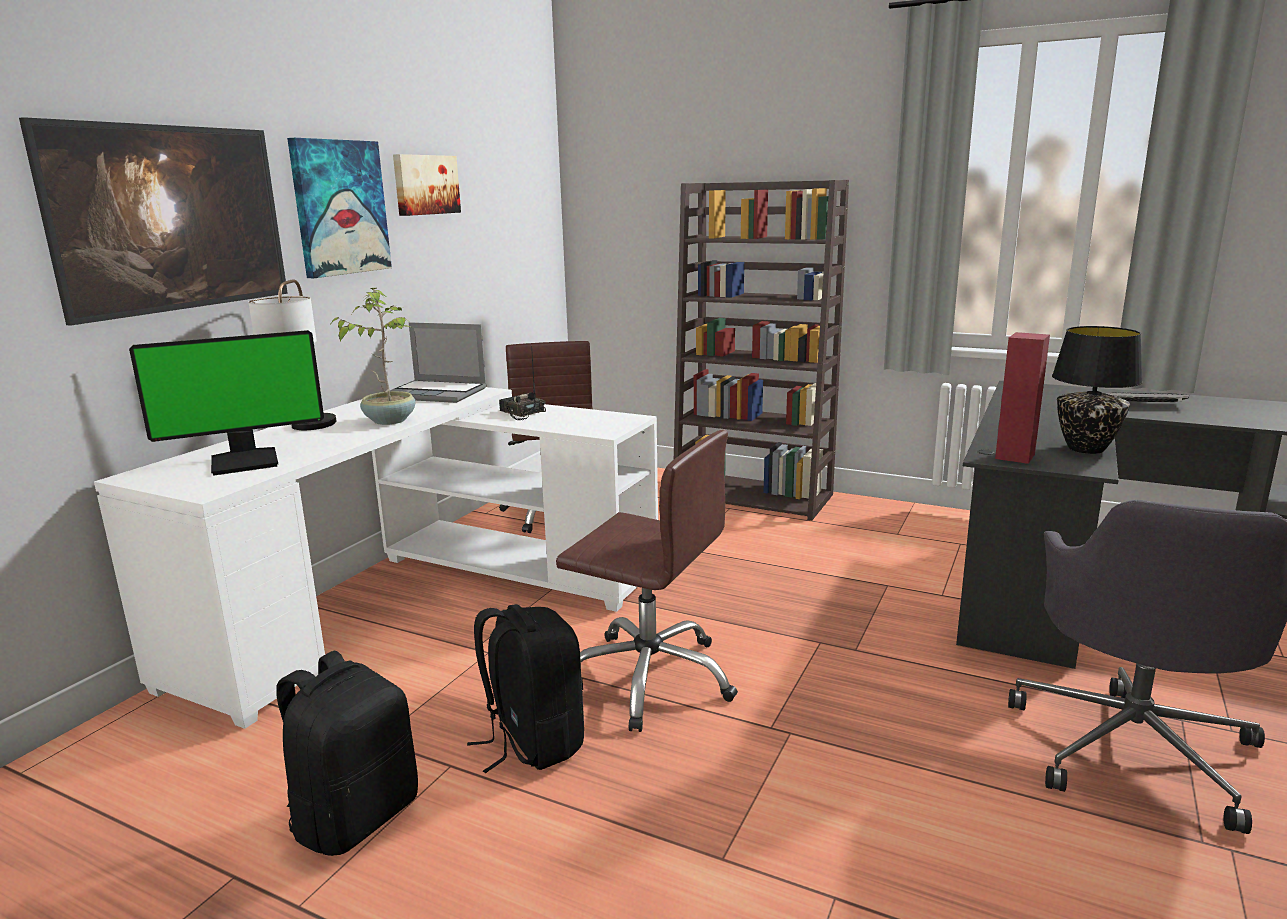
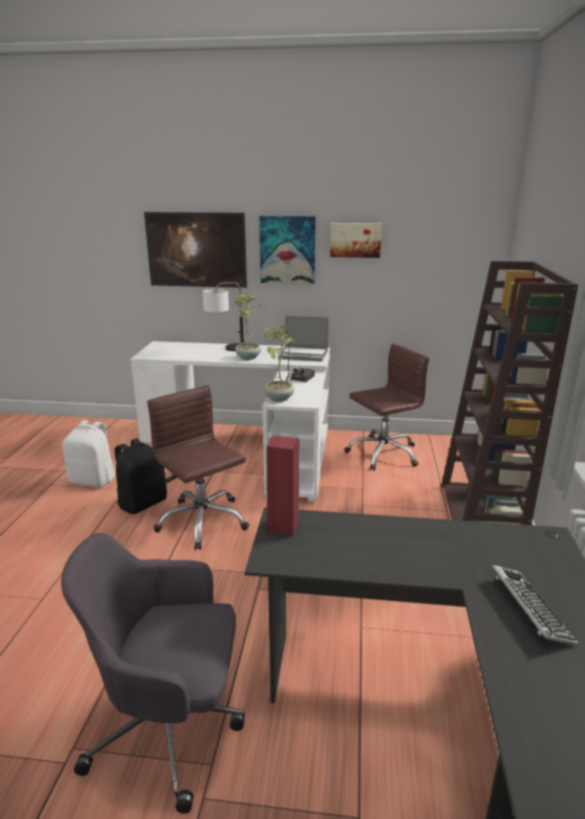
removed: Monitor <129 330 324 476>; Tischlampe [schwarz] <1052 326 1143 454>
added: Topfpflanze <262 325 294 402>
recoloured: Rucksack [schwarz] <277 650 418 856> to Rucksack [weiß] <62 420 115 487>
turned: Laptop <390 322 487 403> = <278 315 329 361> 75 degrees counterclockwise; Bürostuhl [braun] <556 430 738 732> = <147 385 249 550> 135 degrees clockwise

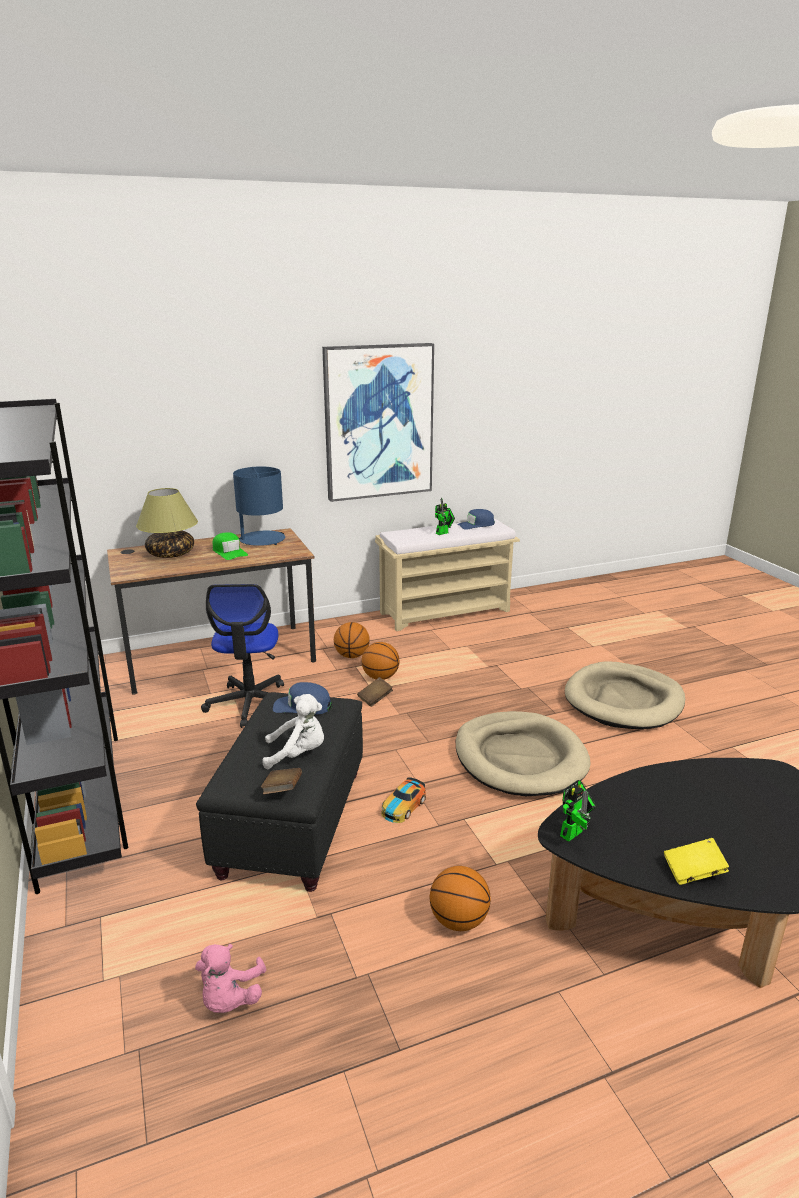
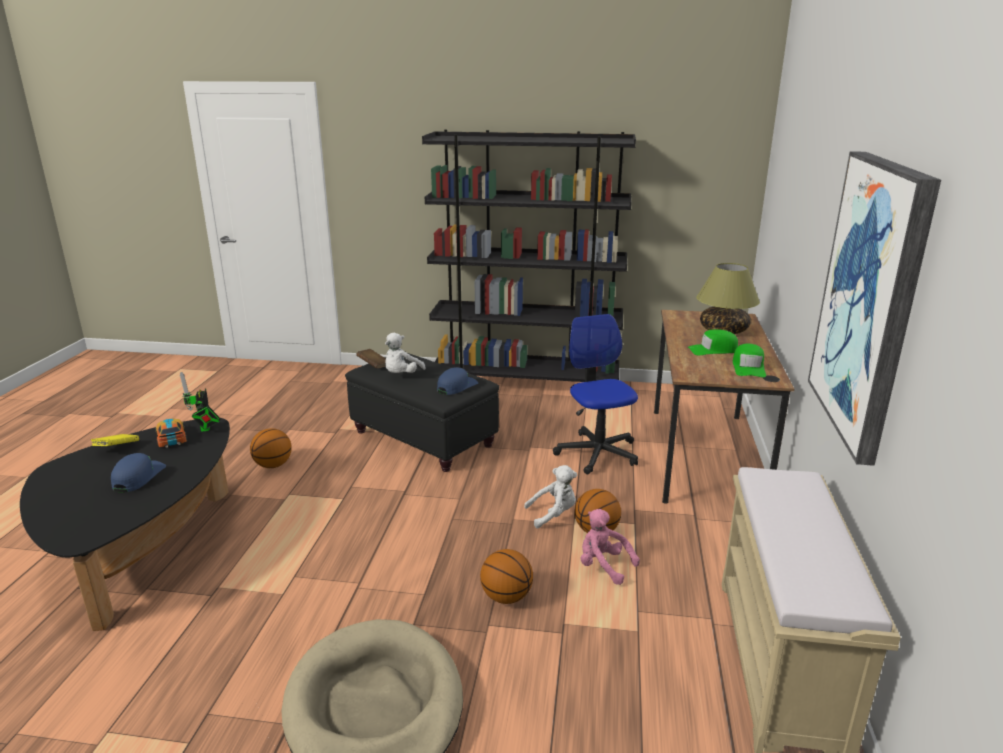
removed: Spielzeugroboter <435 498 455 535>; Hundebett [beige] <455 711 591 796>
moved: Plüschtier [rosa] <195 944 266 1013> to <581 509 640 585>; Basketball <334 622 370 658> to <480 549 533 604>; Spielzeugauto <381 777 426 823> to <155 419 187 448>; Kappe [blau] <457 509 495 530> to <111 453 166 492>
replaced: Tischlampe [blau] <233 466 285 546> to Kappe [grün] <733 344 766 377>; Buch [braun] <357 677 393 707> to Plüschtier [weiß] <524 465 577 528>
turned: Bürostuhl <201 584 284 728> = <553 314 638 474> 45 degrees clockwise

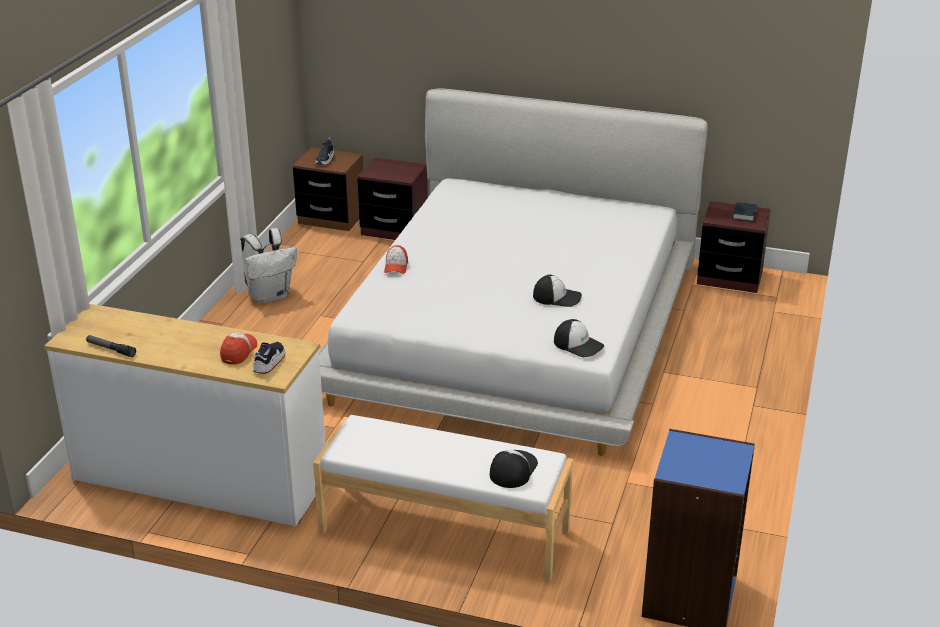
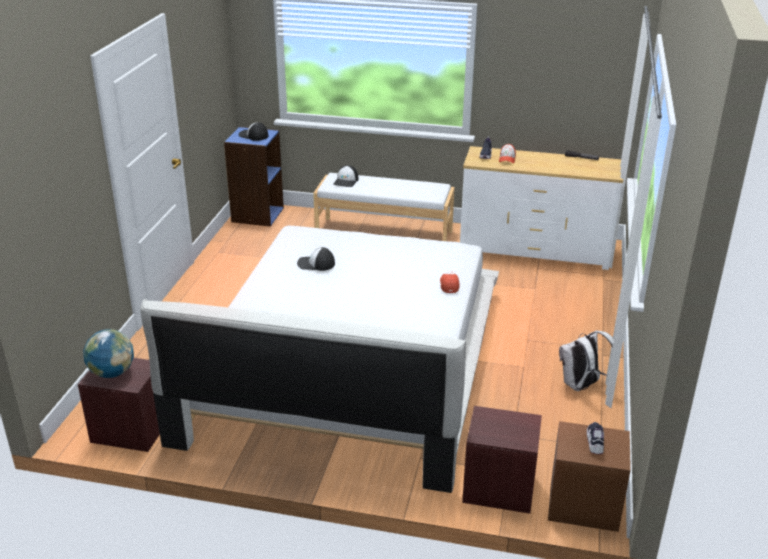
moved: Kappe <554 319 604 357> to <239 122 269 141>
replaced: Buch <732 202 757 222> to Globus <83 329 134 378>

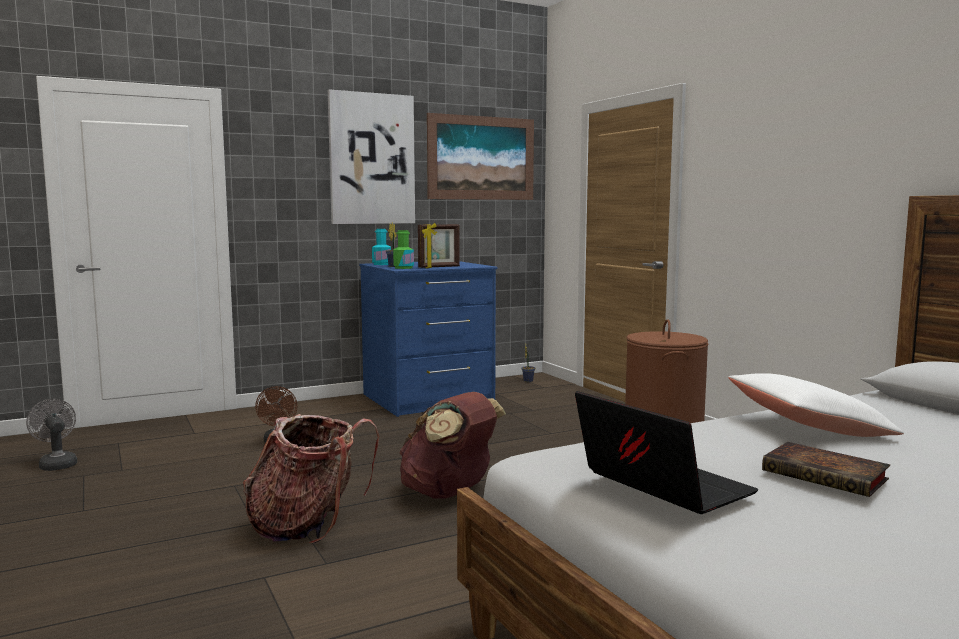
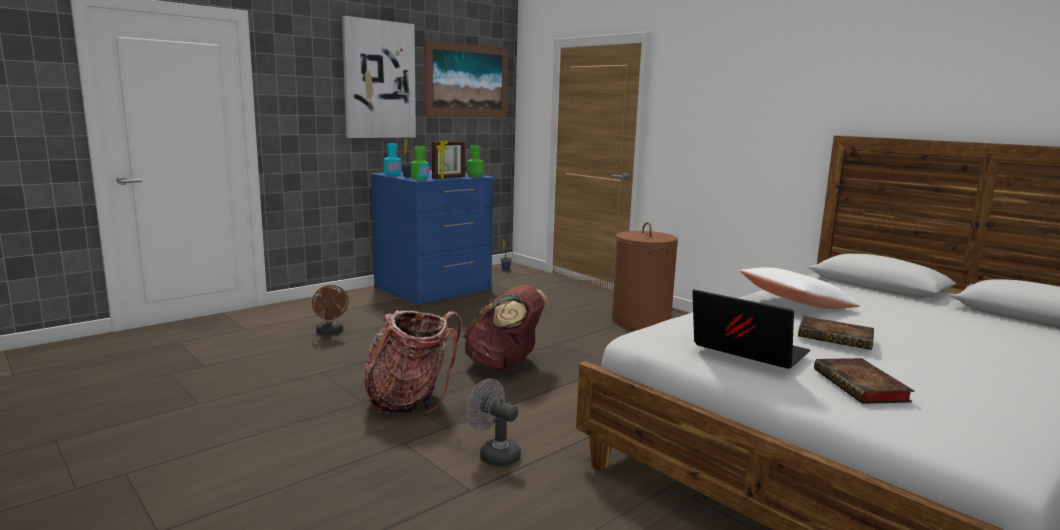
added: Flasche [grün] <467 145 484 177>; Buch <814 358 914 404>
moved: Ventilator [grau] <26 399 77 471> to <466 378 521 467>

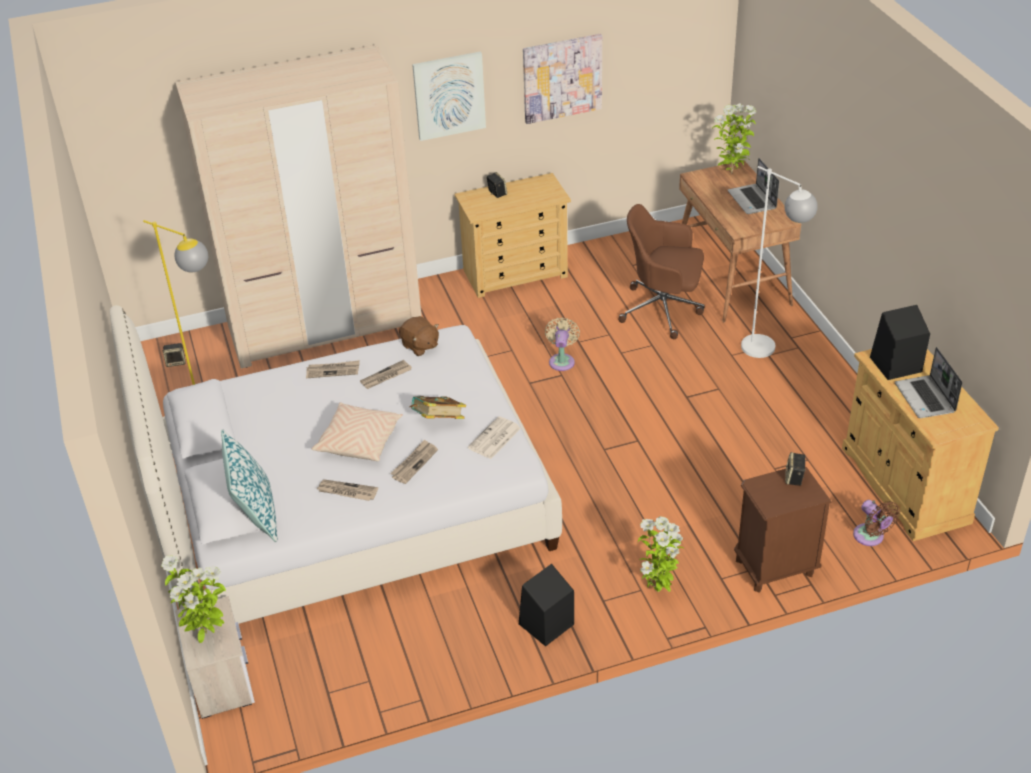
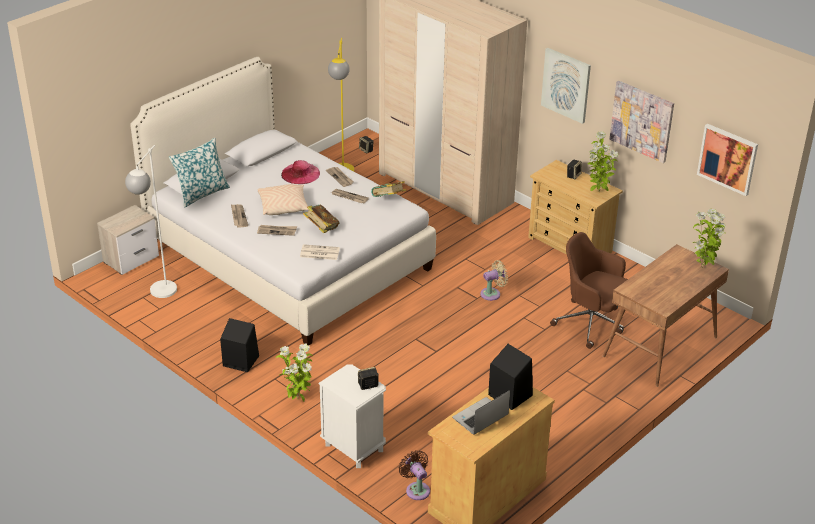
removed: Laptop <728 158 779 214>
added: Hut [rosa] <281 160 320 184>; Bild <697 124 758 196>
moved: Topfpflanze <161 555 226 643> to <588 131 619 192>; Stehlampe [weiß] <741 166 818 358> to <125 145 177 298>
replaced: Plüschtier [braun] <399 316 439 356> to Buch <371 181 406 197>
recoloured: Nachttisch [braun] <734 467 832 593> to Nachttisch [weiß] <318 365 386 468>
turned: Bürostuhl [braun] <618 204 704 339> = <550 232 628 349> 45 degrees counterclockwise; Ventilator [braun] <853 500 900 546> = <398 450 430 500> 120 degrees clockwise

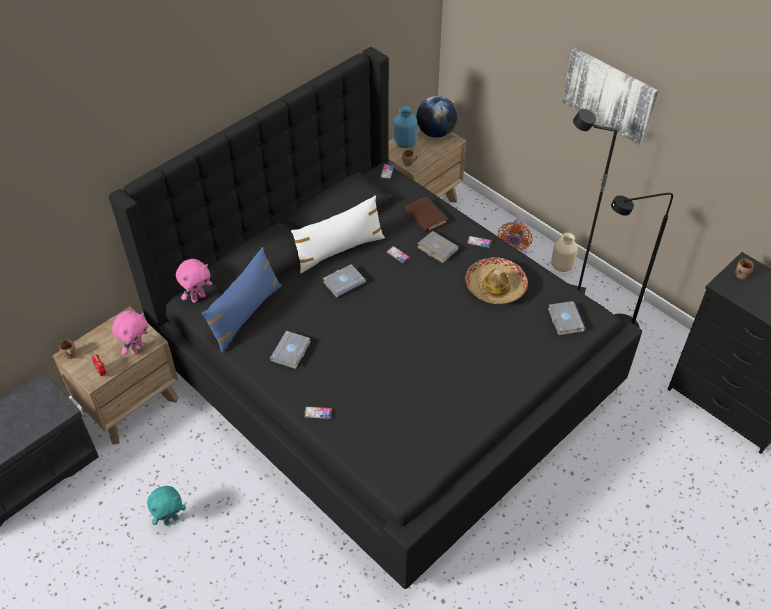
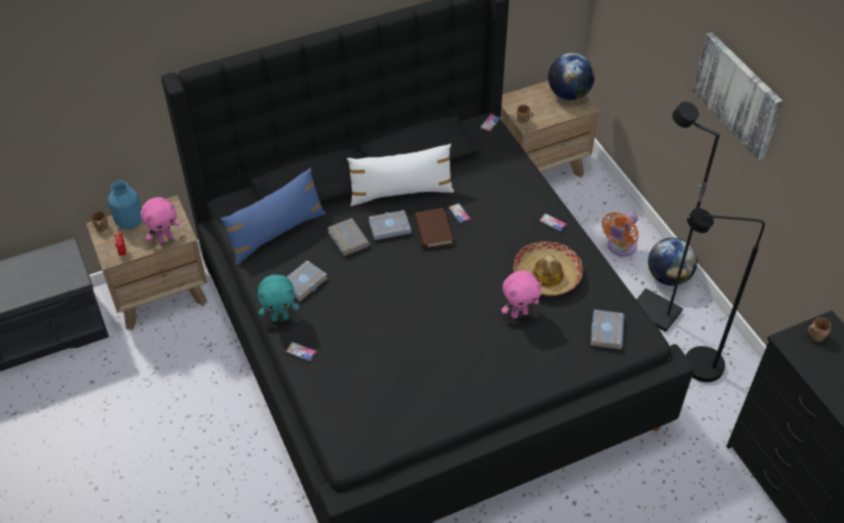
moved: Plüschtier [türkis] <147 486 186 526> to <258 274 299 322>; Plüschtier [rosa] <176 259 212 303> to <501 271 542 319>; Vase [blau] <394 106 417 148> to <108 180 142 230>; Buch [braun] <405 197 448 233> to <415 208 454 249>; Buch [grau] <417 231 459 263> to <327 218 370 256>
replaced: Vase [beige] <551 233 578 272> to Globus <648 238 697 286>

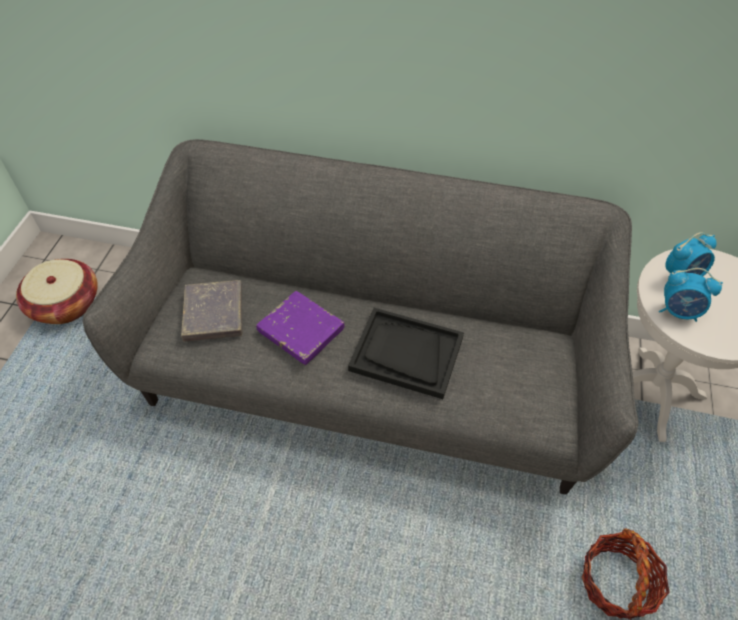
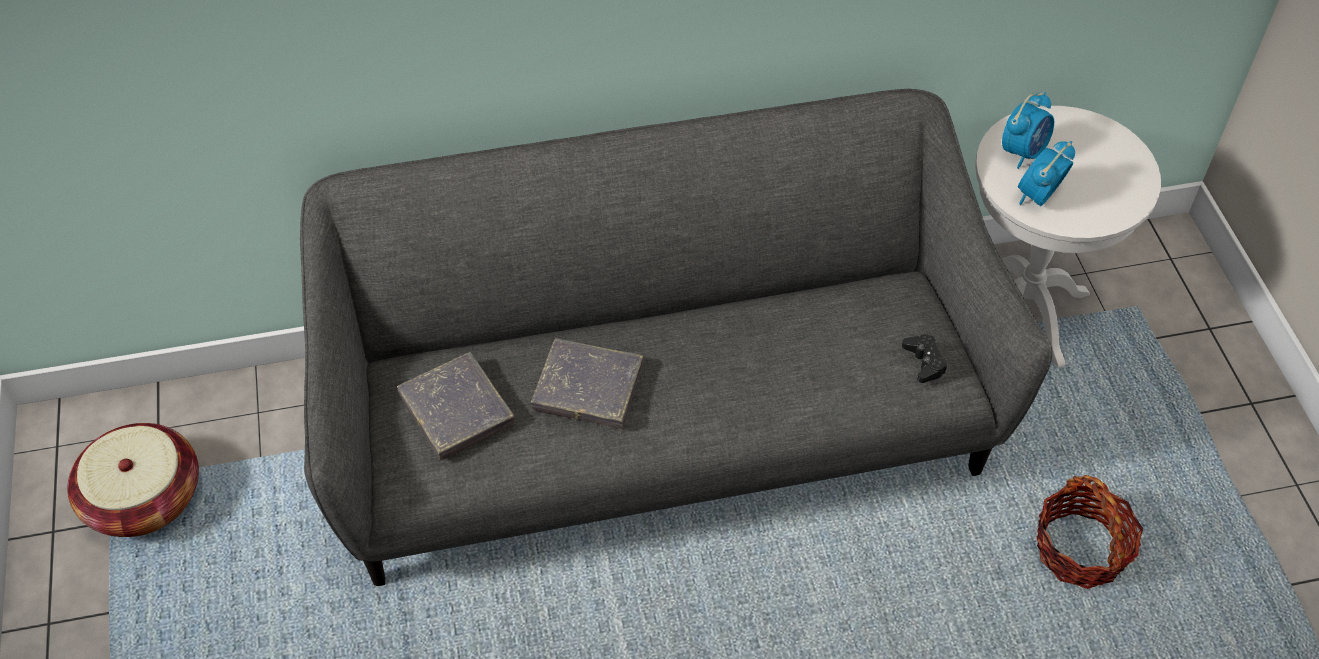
removed: Tablett [schwarz] <348 308 464 399>
added: Gamepad [schwarz] <902 334 948 383>
recoloured: Buch [lila] <256 291 345 365> to Buch [grau] <531 338 643 429>
turned: Wecker <659 268 723 322> = <1018 141 1075 206> 135 degrees clockwise

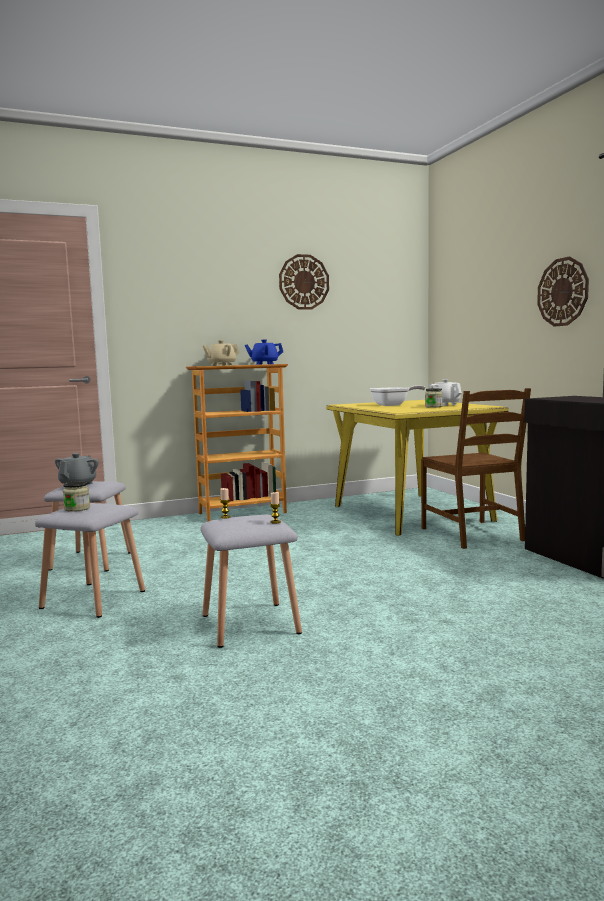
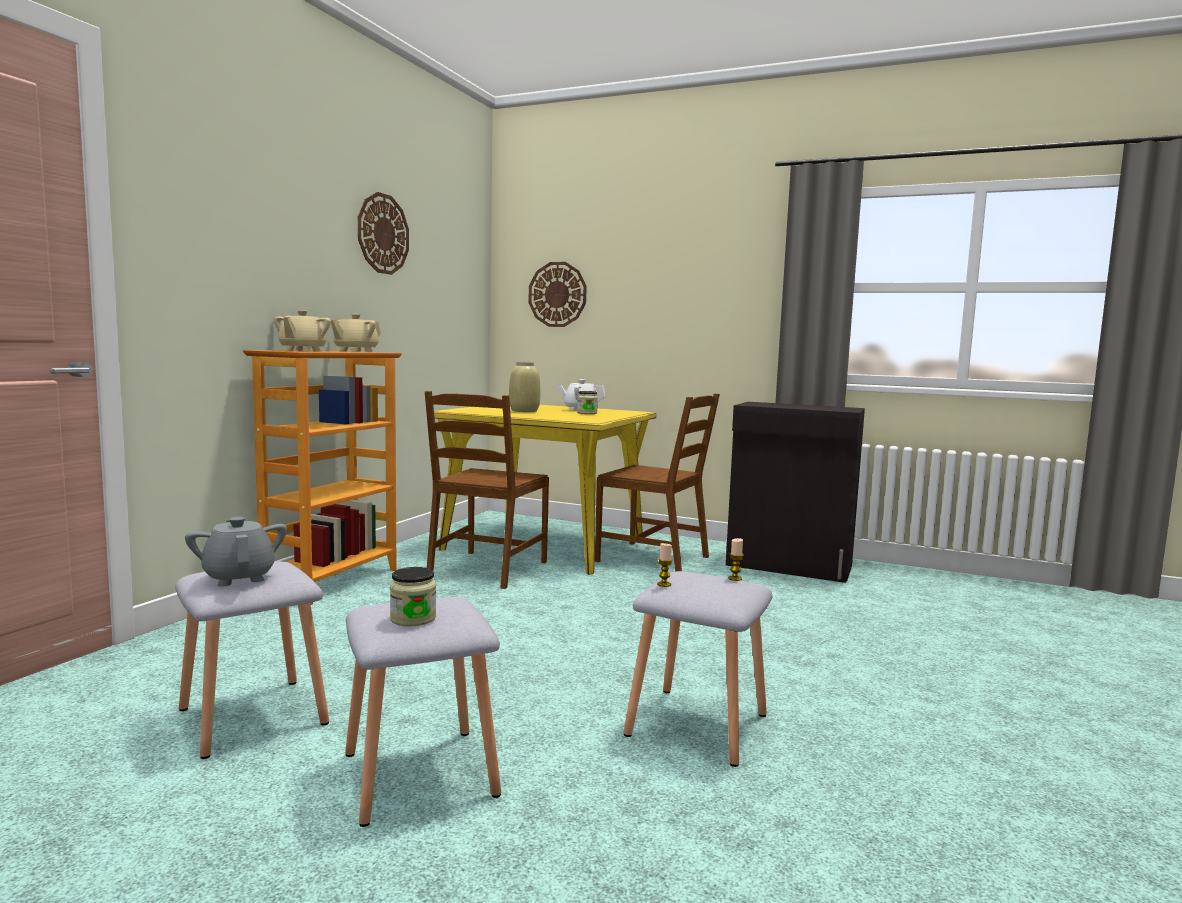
added: Stuhl [braun] <425 391 549 589>
moved: Wanduhr <537 257 589 327> to <528 262 587 327>
replaced: Pfanne <370 385 425 406> to Vase [beige] <509 361 540 412>
recoloured: Teekanne [blau] <245 339 283 365> to Teekanne [beige] <331 314 381 352>

